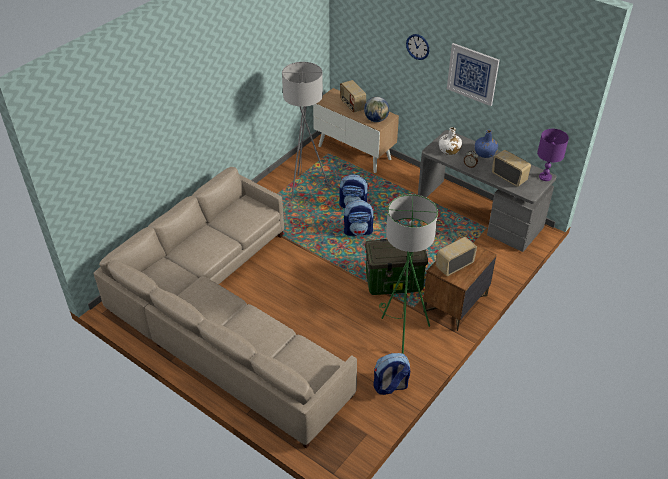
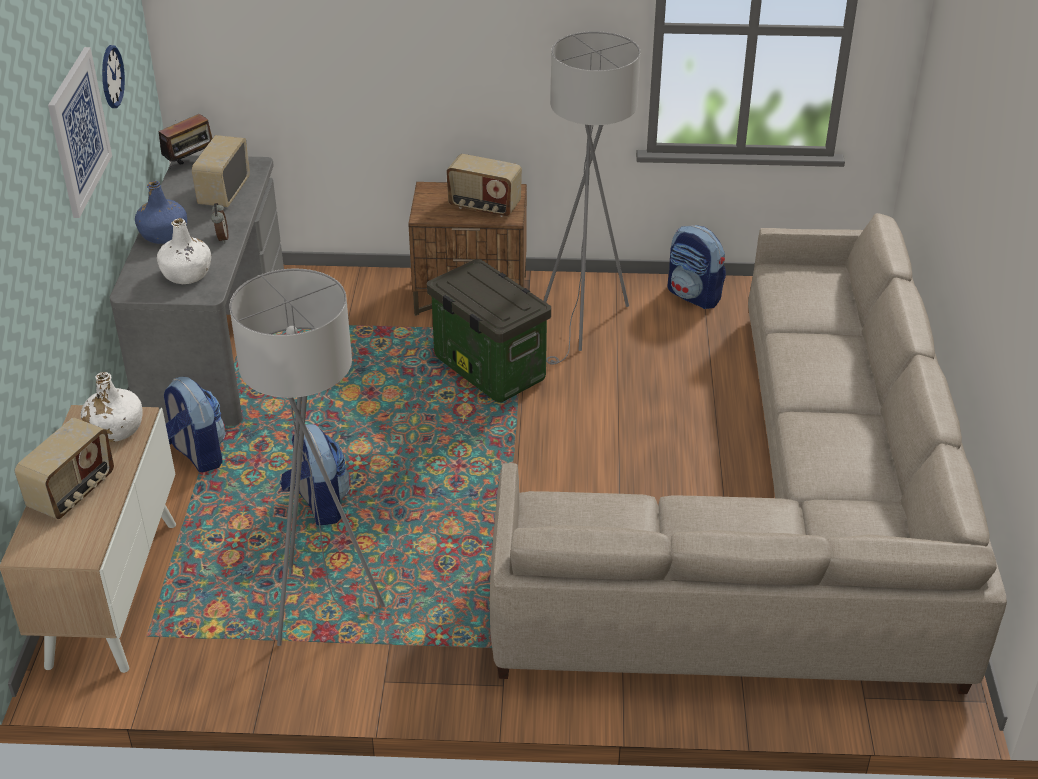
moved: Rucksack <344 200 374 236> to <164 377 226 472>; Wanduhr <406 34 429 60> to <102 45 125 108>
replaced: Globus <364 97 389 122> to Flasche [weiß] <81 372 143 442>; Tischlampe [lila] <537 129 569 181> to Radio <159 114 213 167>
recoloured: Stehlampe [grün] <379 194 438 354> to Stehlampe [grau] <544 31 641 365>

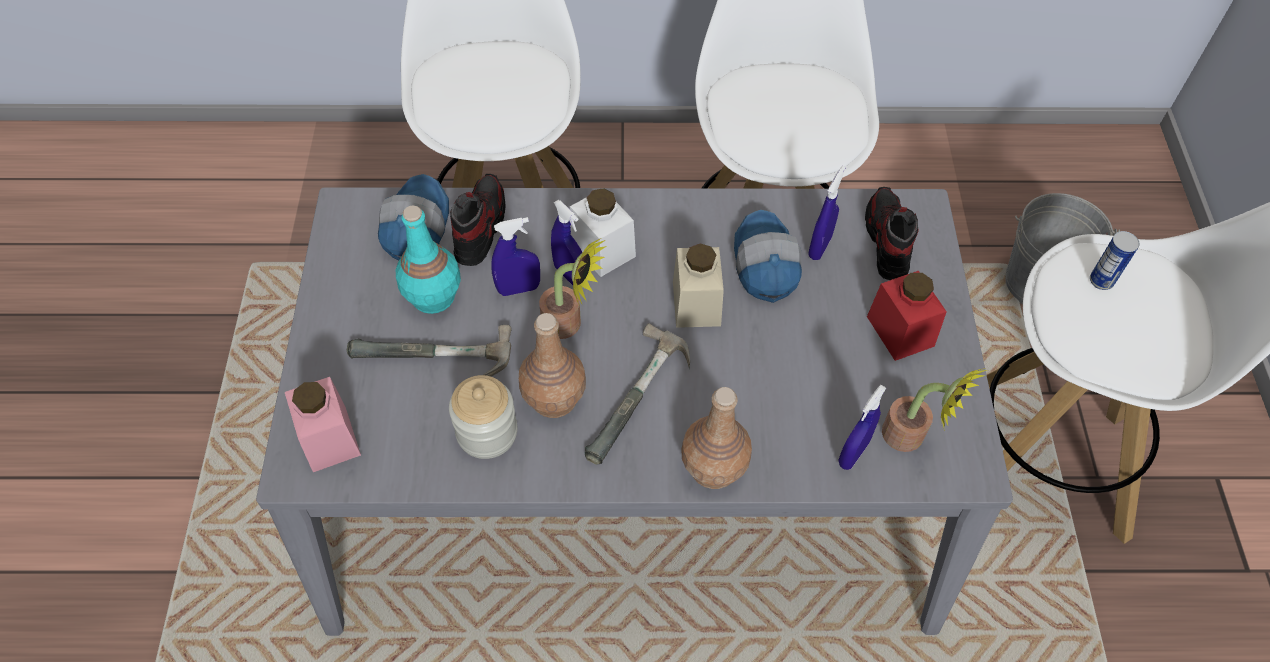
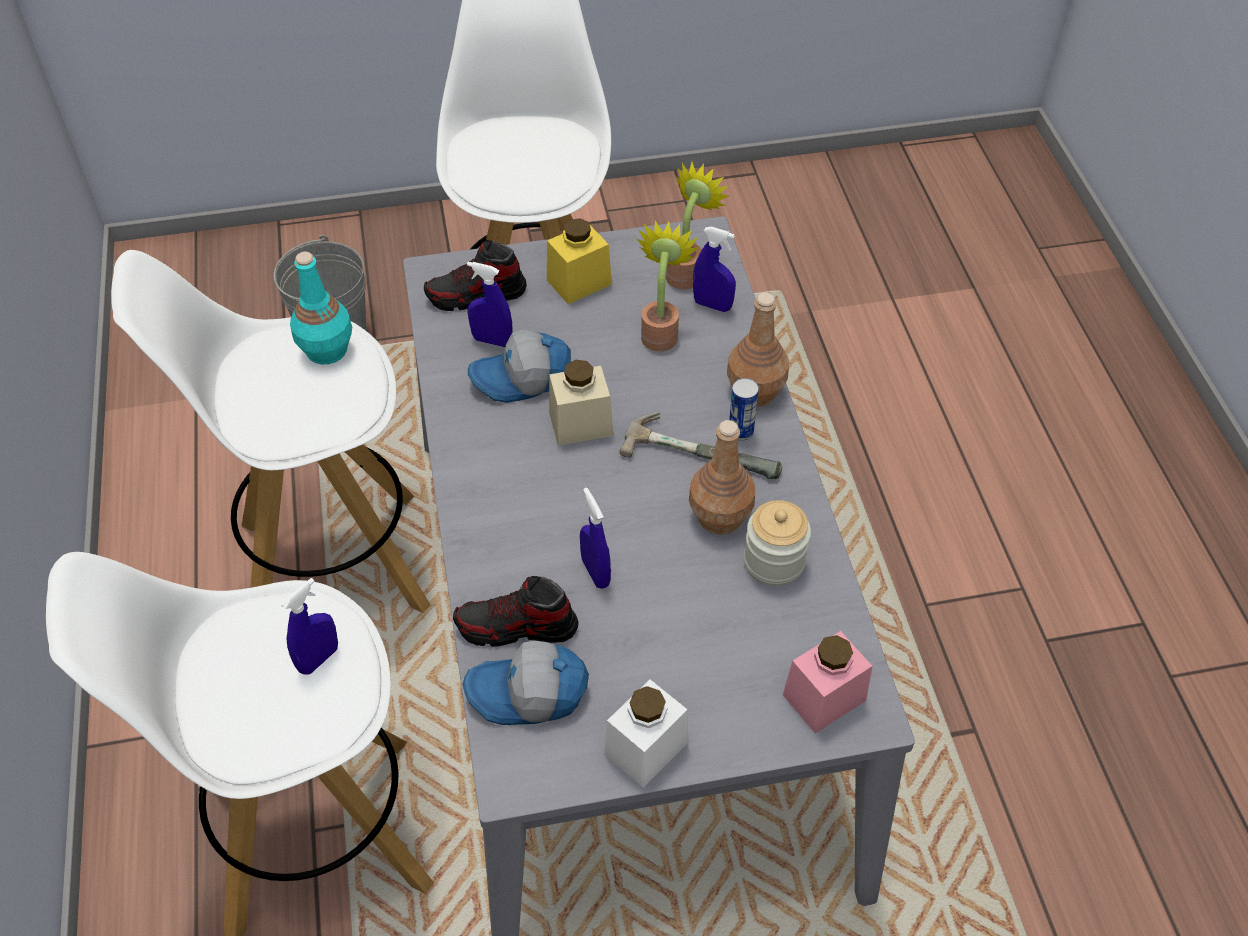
removed: Hammer <346 325 512 377>
moved: Flasche [türkis] <396 206 461 314> to <290 252 352 364>; Topfpflanze <539 238 607 339> to <636 220 700 351>; Sprühflasche [blau] <551 200 582 285> to <282 578 338 675>; Vorratsglas [weiß] <570 188 636 277> to <604 679 688 788>; Dose <1090 231 1140 290> to <729 378 759 441>
recoloured: Vorratsglas [rot] <867 271 947 361> to Vorratsglas [gelb] <547 218 612 304>

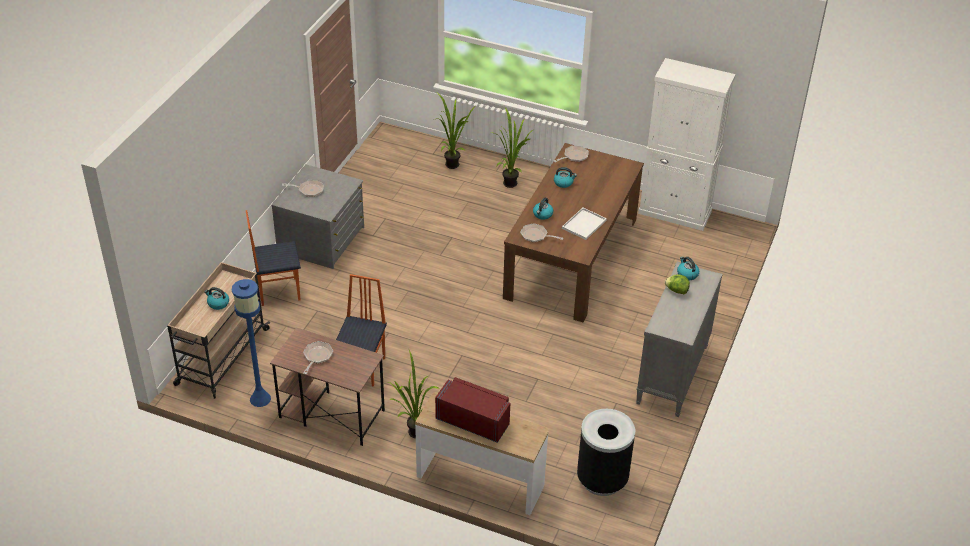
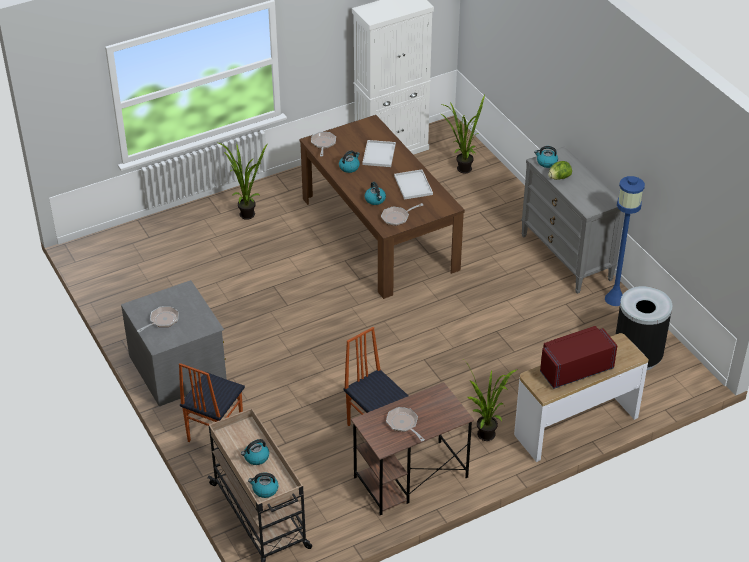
added: Wasserkessel <248 473 278 498>; Tablett [weiß] <362 140 396 167>
moved: Stehlampe [blau] <232 279 271 407> to <605 176 645 306>; Topfpflanze <436 92 475 169> to <440 95 485 174>

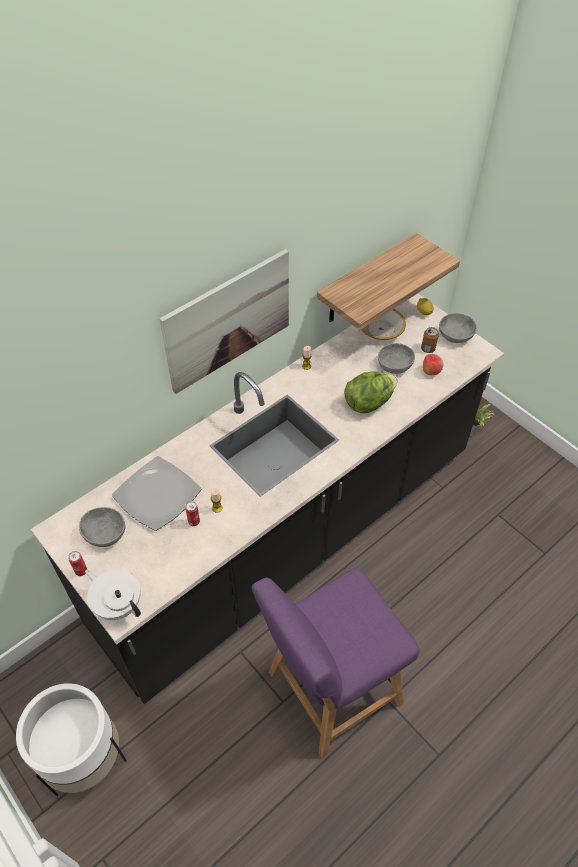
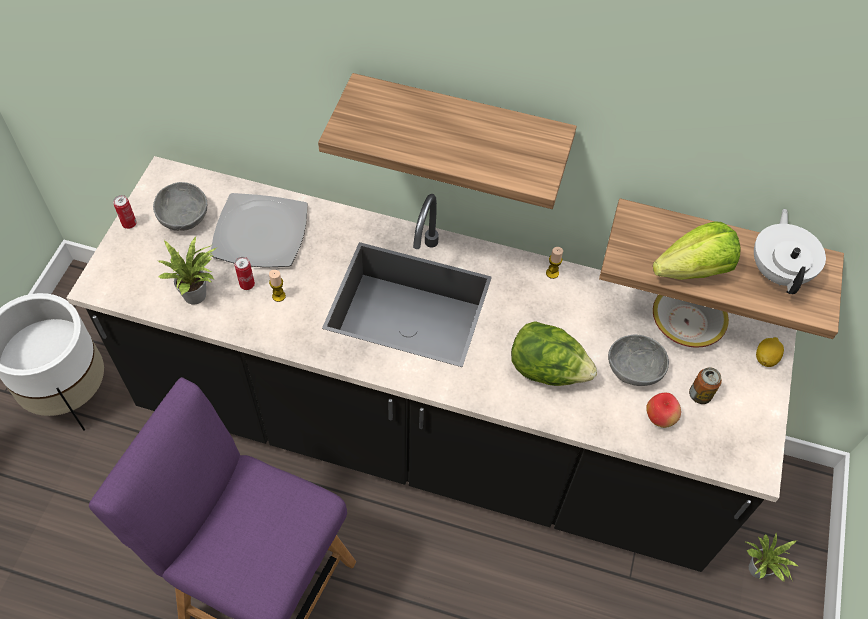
removed: Schüssel [grau] <439 313 477 343>
added: Topfpflanze <158 237 216 304>; Salatkopf <653 222 741 280>
moved: Teekanne [weiß] <85 570 141 620> to <754 209 826 294>
replaced: Bild <159 249 289 394> to Wandregal <318 73 577 209>

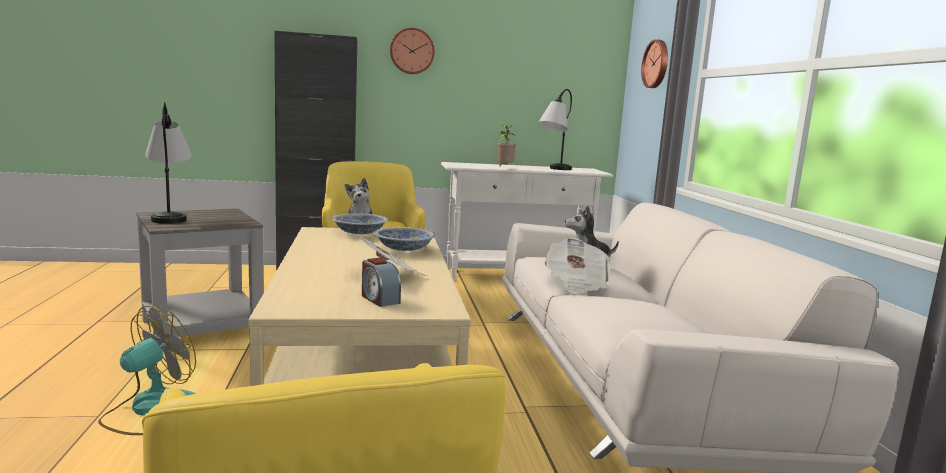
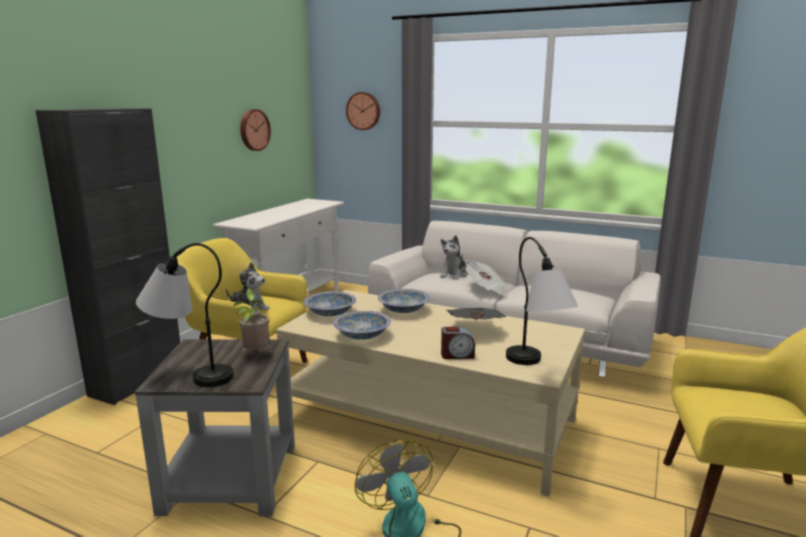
added: Schüssel <333 311 391 340>
moved: Wecker <362 258 401 307> to <441 326 475 359>; Wanduhr <390 28 435 74> to <240 109 271 151>; Topfpflanze <497 125 516 166> to <233 288 269 351>; Tischlampe <538 89 572 170> to <506 237 578 365>

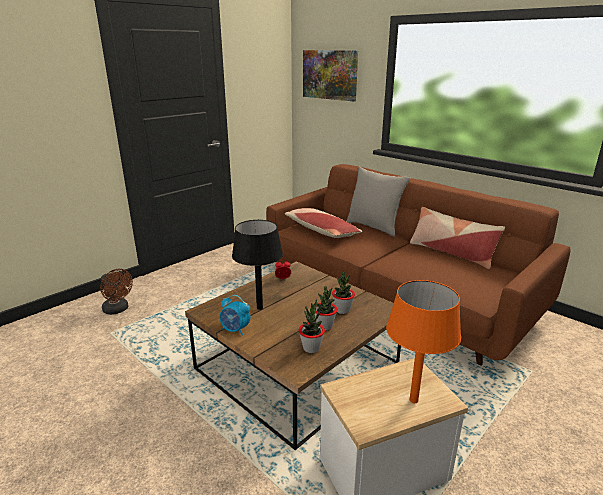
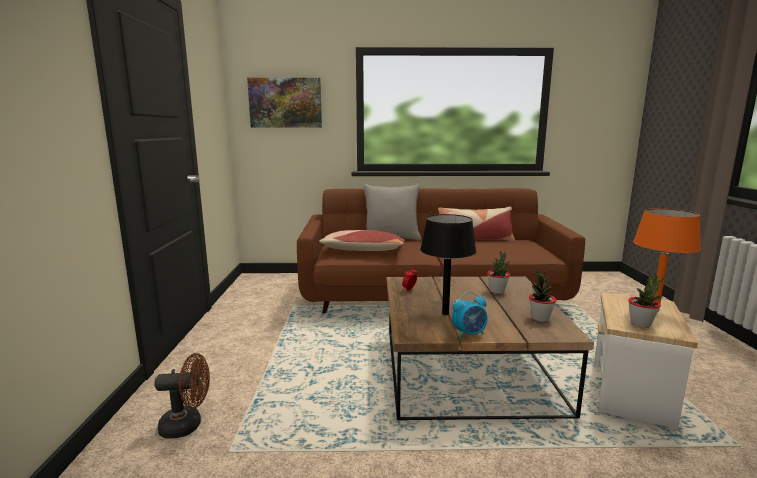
moved: Topfpflanze <314 286 338 331> to <628 274 663 328>

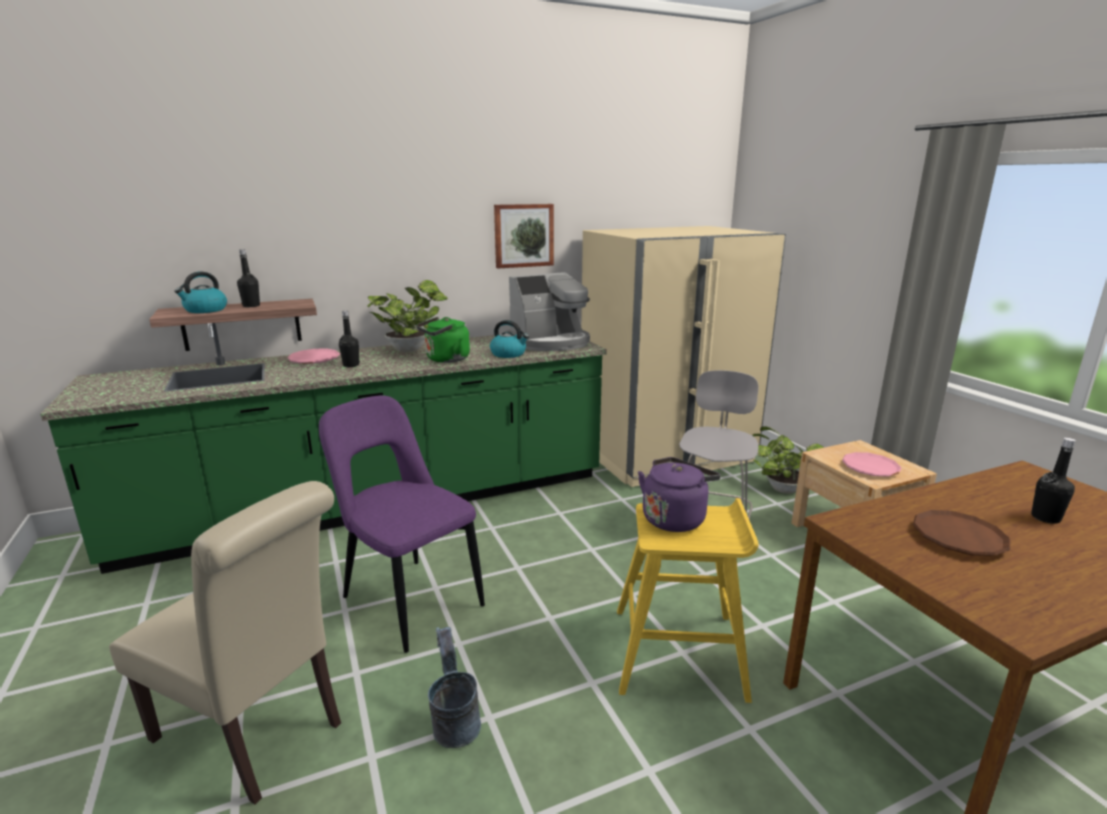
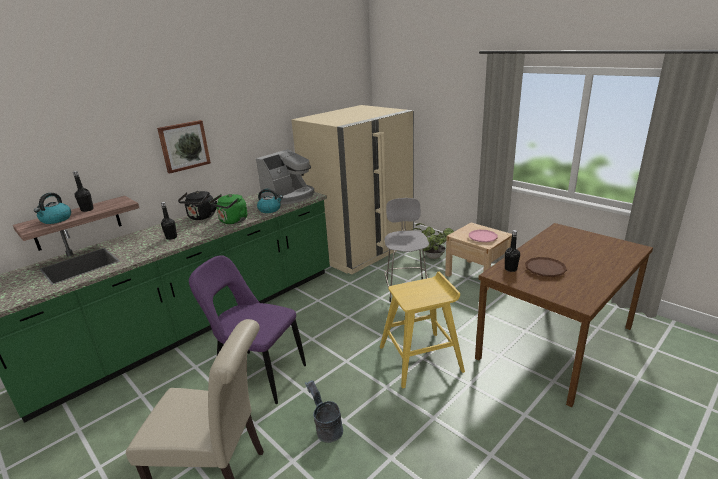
removed: Teller [rosa] <287 349 340 364>; Wasserkessel [lila] <638 457 721 532>
moved: Bild <494 204 554 268> to <157 120 211 174>; Flasche [schwarz] <1031 438 1076 524> to <505 230 520 272>
replaced: Topfpflanze <367 280 448 352> to Wasserkessel [schwarz] <178 191 217 220>

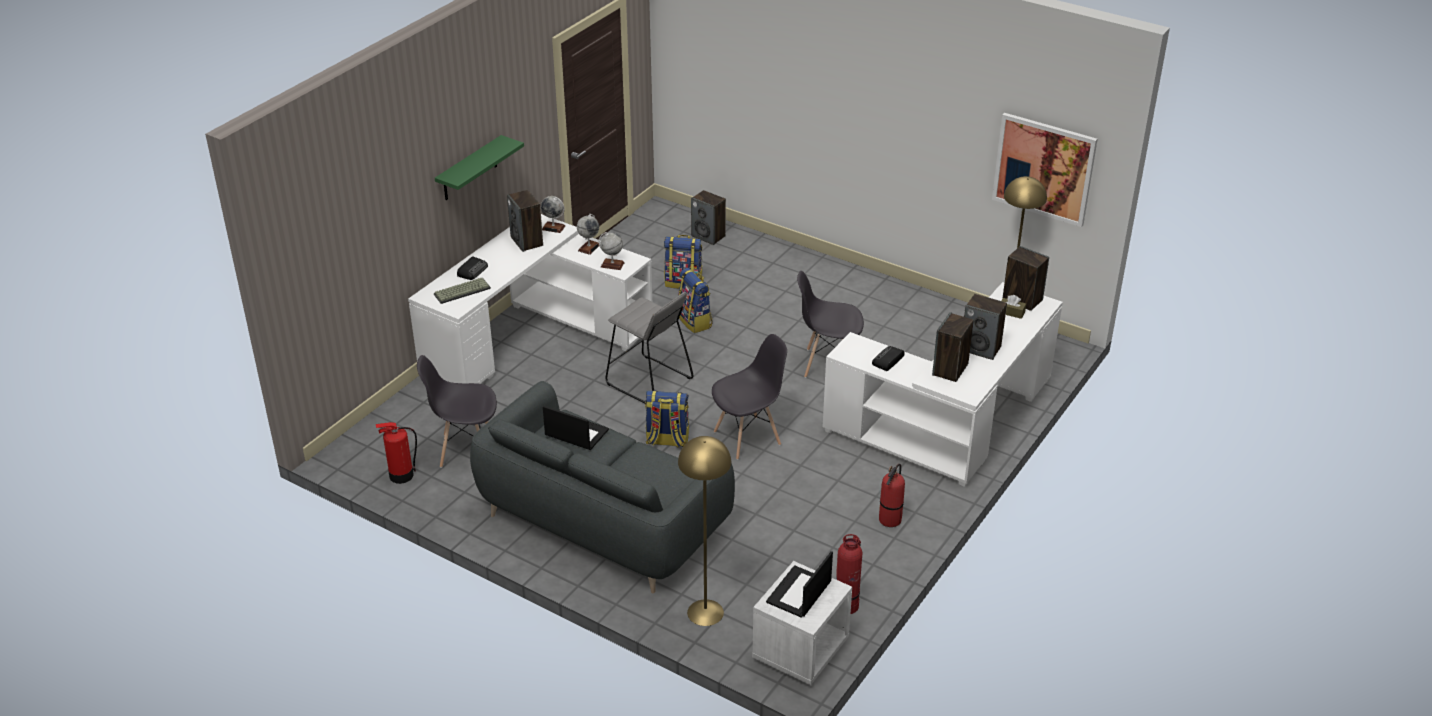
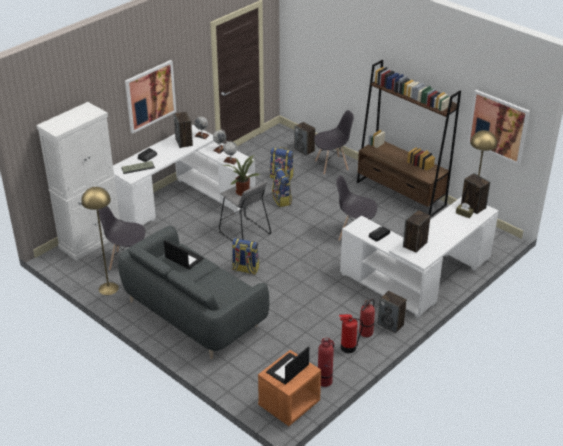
added: Schrank [weiß] <36 102 120 261>; Topfpflanze <223 155 260 196>; Bücherregal [braun] <357 60 461 218>
moved: Feuerlöscher <376 422 417 484> to <339 314 363 353>; Stehlampe [gelb] <678 436 731 626> to <81 187 119 295>; Stuhl [grau] <712 334 787 460> to <314 110 354 175>; Lautsprecher <964 294 1007 360> to <378 291 407 333>
replaced: Wandregal [grün] <435 135 524 200> to Bild <125 60 176 134>
recoloured: Nachttisch [weiß] <752 561 852 685> to Nachttisch [orange] <258 350 321 426>

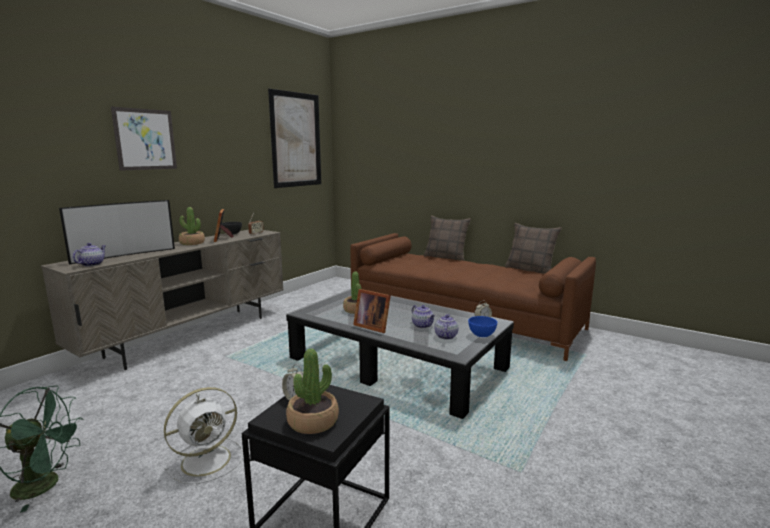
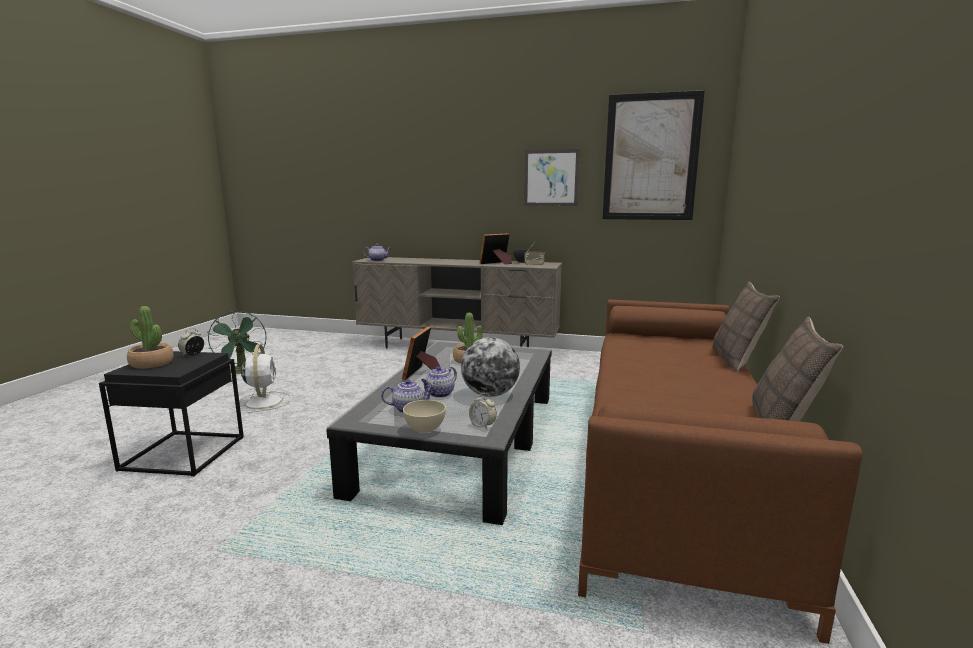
removed: Fernseher <59 200 175 265>; Topfpflanze <179 207 205 245>
added: Globus <461 337 520 397>
moved: Bild <111 107 177 171> to <524 149 580 206>
recoloured: Schüssel [blau] <468 316 497 337> to Schüssel [beige] <403 400 446 433>
turned: Ventilator [weiß] <164 387 243 484> = <239 344 291 414> 135 degrees counterclockwise

